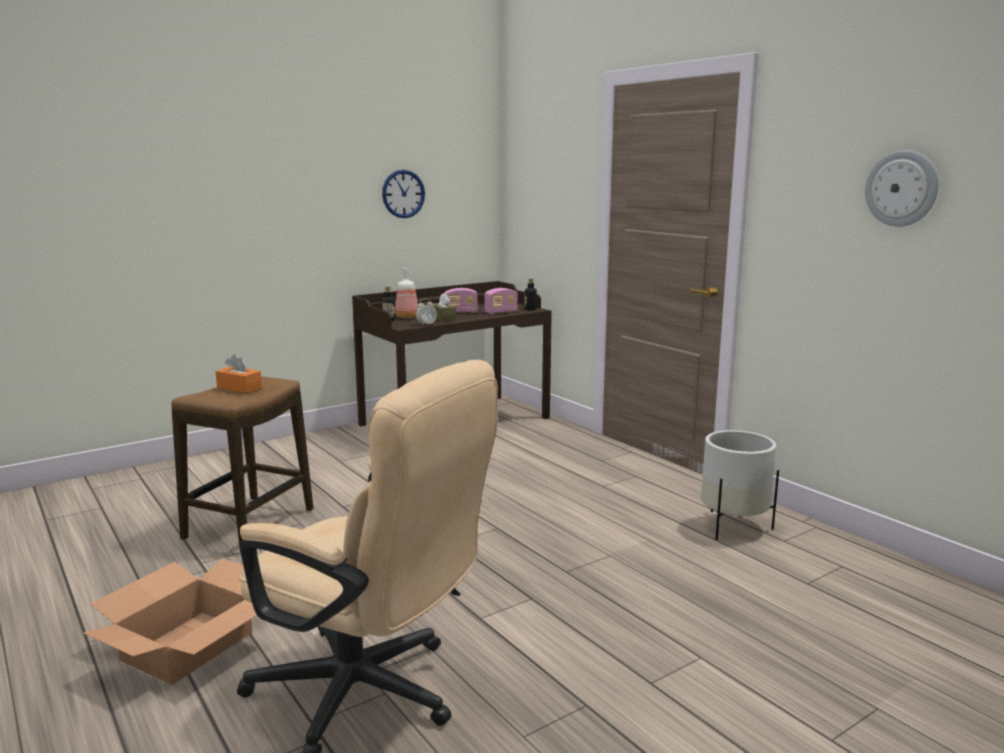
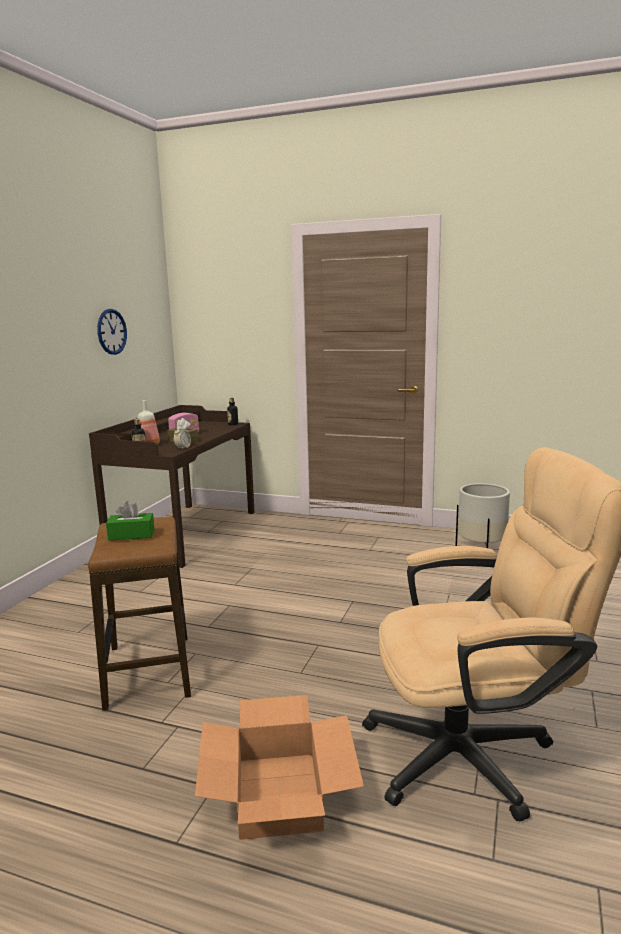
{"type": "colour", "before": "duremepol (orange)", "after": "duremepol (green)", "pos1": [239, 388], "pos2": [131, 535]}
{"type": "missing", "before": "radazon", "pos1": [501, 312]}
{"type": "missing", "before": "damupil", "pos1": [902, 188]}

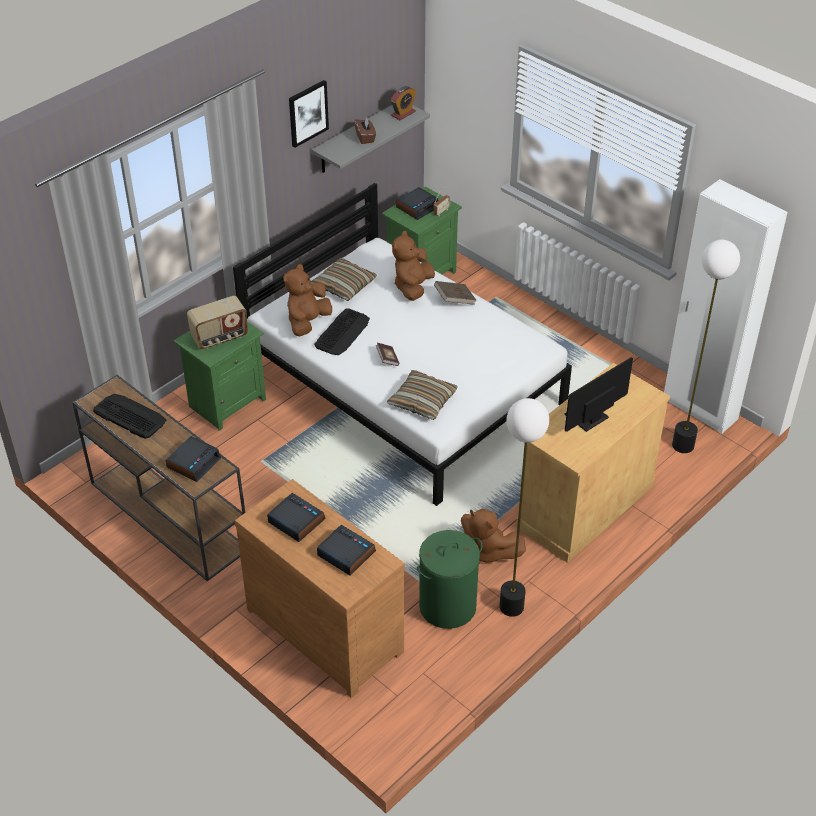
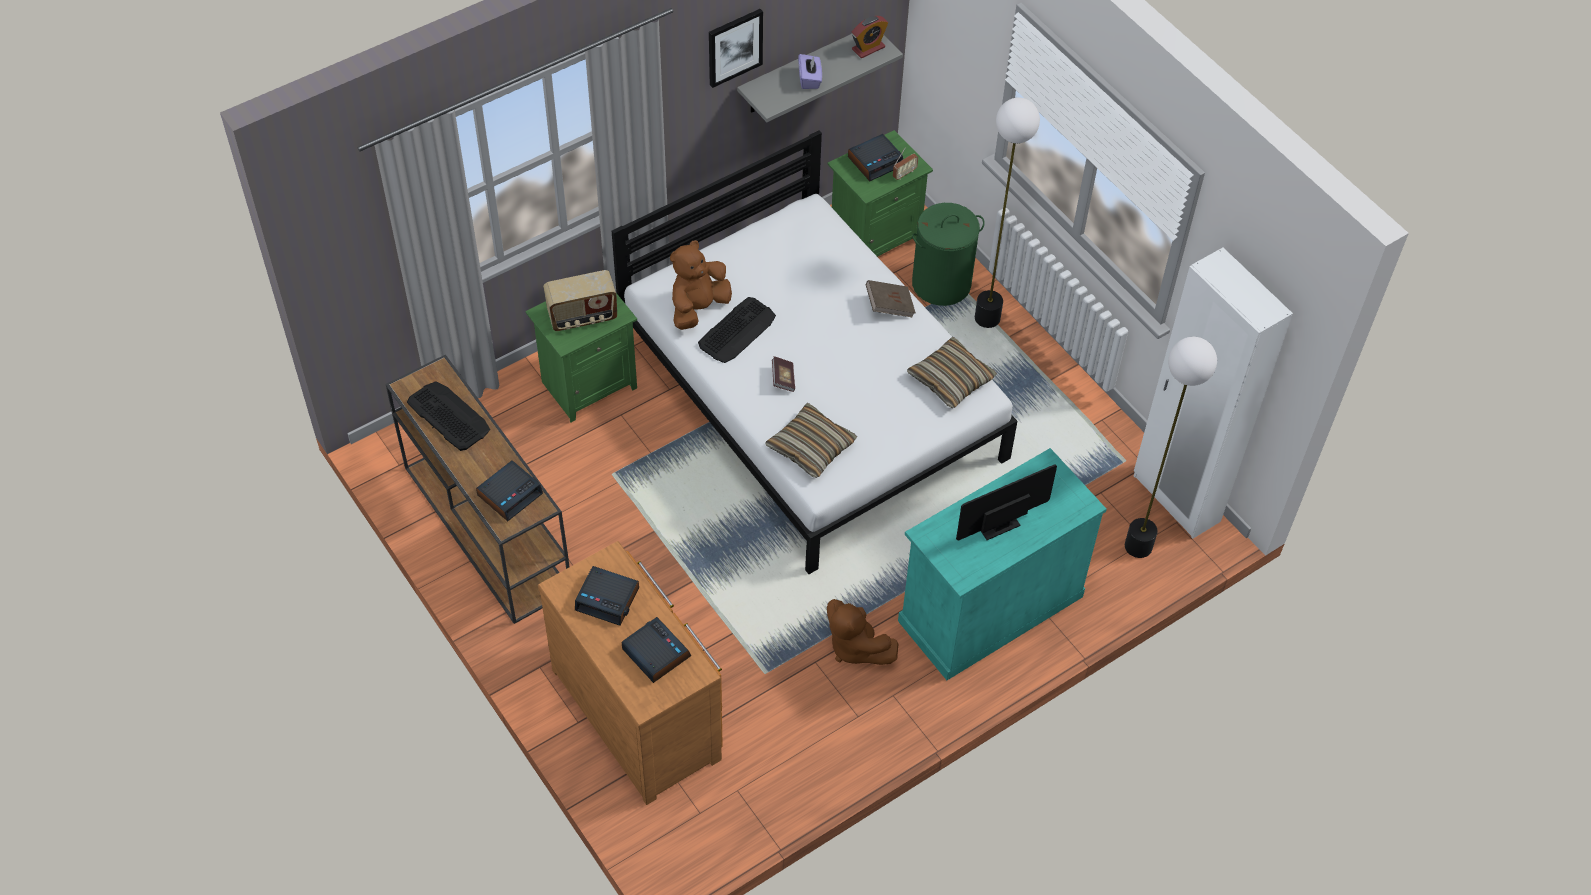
{"type": "spun", "before": "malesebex", "pos1": [295, 521], "pos2": [608, 599], "turn": 150}
{"type": "colour", "before": "duremepol (brown)", "after": "duremepol (purple)", "pos1": [365, 137], "pos2": [809, 79]}
{"type": "colour", "before": "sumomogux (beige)", "after": "sumomogux (turquoise)", "pos1": [584, 506], "pos2": [990, 608]}
{"type": "relocated", "before": "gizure", "pos1": [344, 286], "pos2": [951, 379]}
{"type": "relocated", "before": "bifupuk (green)", "pos1": [447, 606], "pos2": [941, 284]}
{"type": "relocated", "before": "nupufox", "pos1": [512, 606], "pos2": [988, 318]}
{"type": "missing", "before": "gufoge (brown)", "pos1": [413, 287]}

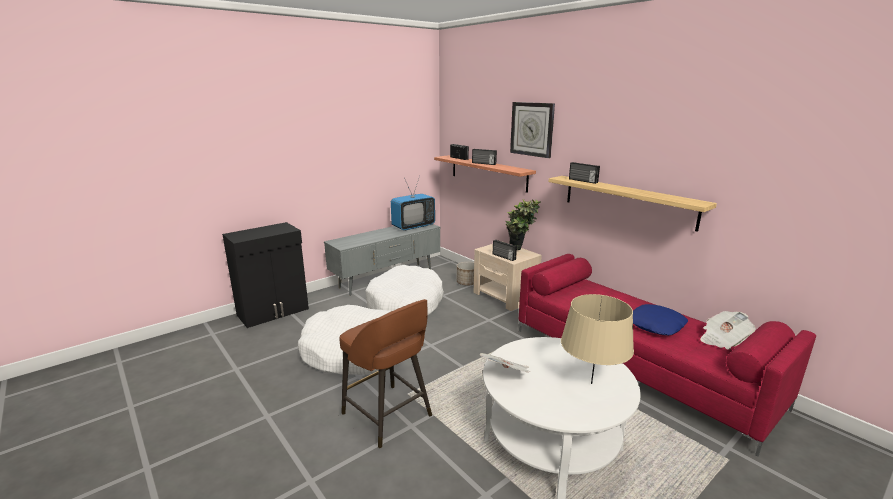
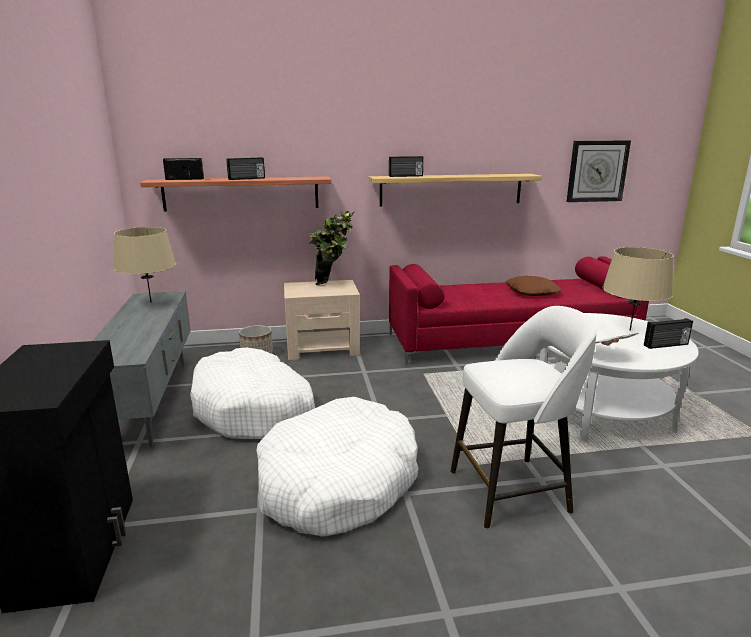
{"type": "exchanged", "before": "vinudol", "after": "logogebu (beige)", "pos1": [413, 226], "pos2": [150, 302]}
{"type": "colour", "before": "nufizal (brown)", "after": "nufizal (white)", "pos1": [388, 416], "pos2": [512, 490]}
{"type": "colour", "before": "gizure (blue)", "after": "gizure (brown)", "pos1": [656, 325], "pos2": [532, 292]}
{"type": "relocated", "before": "damupil", "pos1": [532, 129], "pos2": [597, 171]}
{"type": "relocated", "before": "radazon", "pos1": [503, 257], "pos2": [666, 345]}
{"type": "missing", "before": "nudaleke", "pos1": [723, 340]}

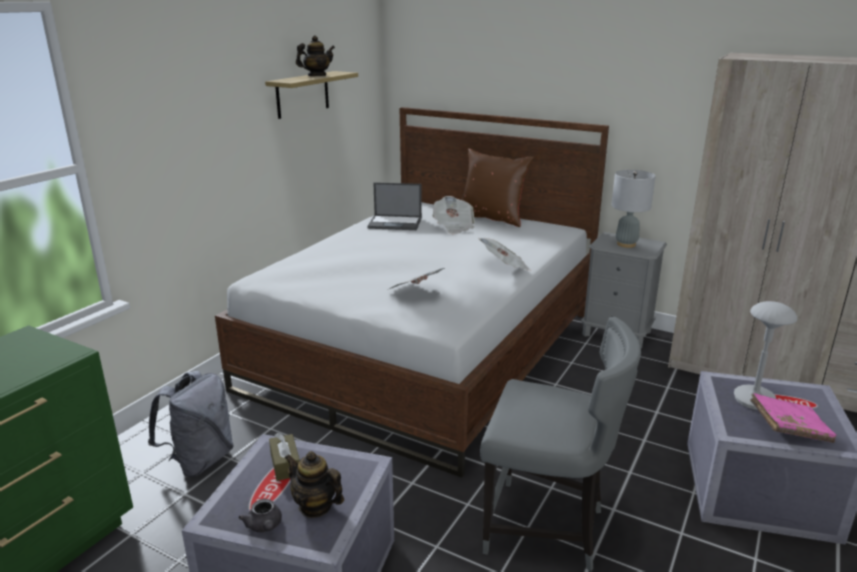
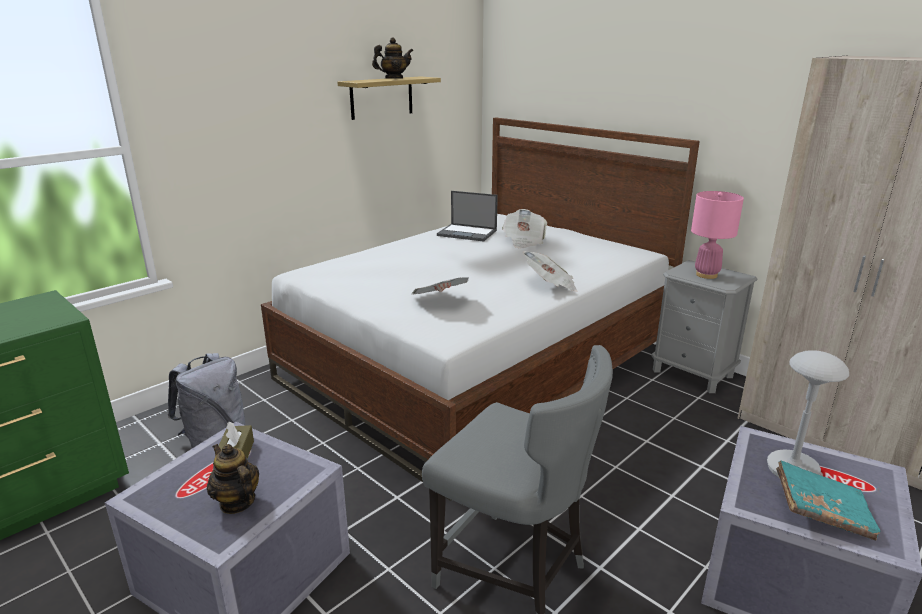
{"type": "colour", "before": "logogebu (grey)", "after": "logogebu (pink)", "pos1": [626, 244], "pos2": [706, 275]}
{"type": "colour", "before": "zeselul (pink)", "after": "zeselul (turquoise)", "pos1": [789, 428], "pos2": [821, 512]}
{"type": "missing", "before": "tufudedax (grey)", "pos1": [264, 527]}
{"type": "missing", "before": "gizure (brown)", "pos1": [491, 218]}

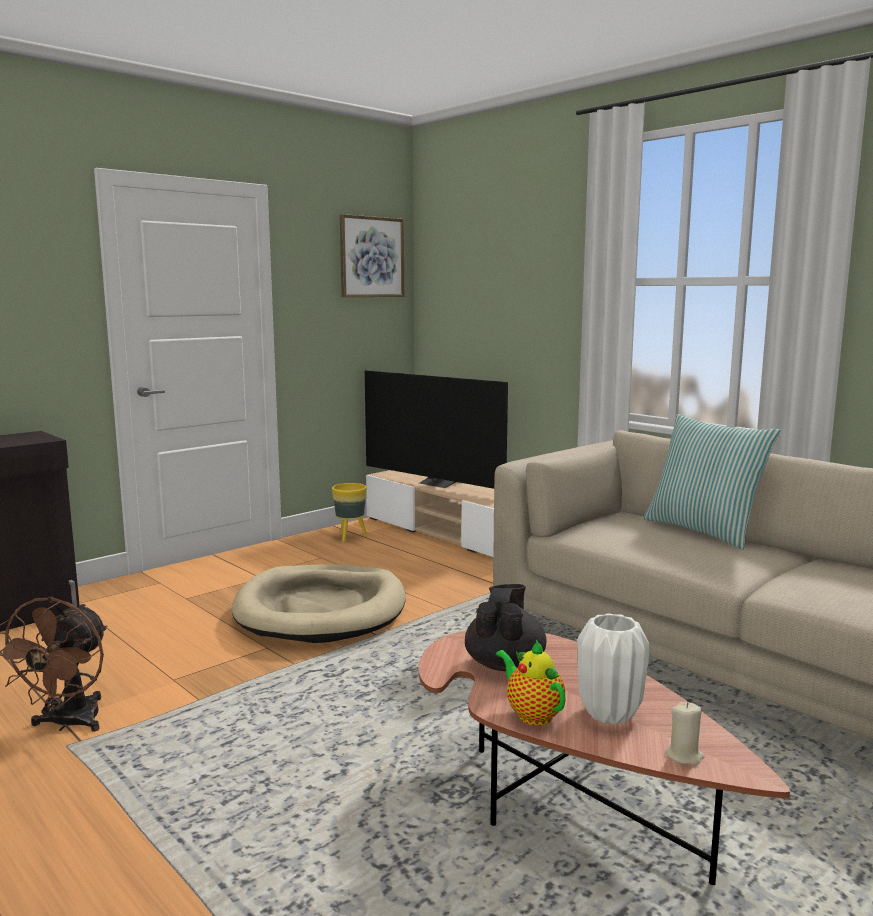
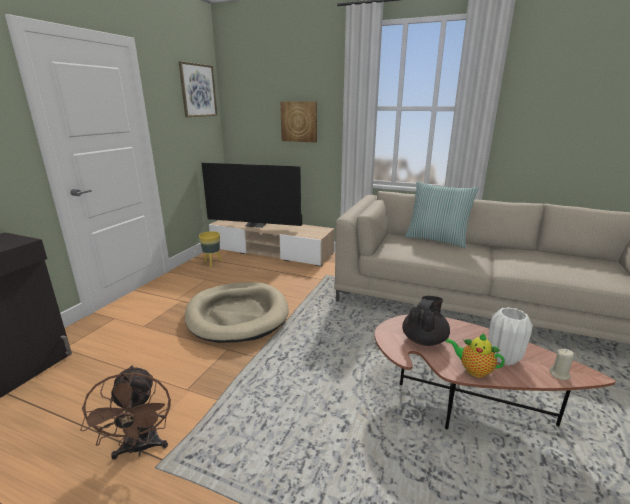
{"type": "appeared", "after": "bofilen", "pos2": [299, 121]}
{"type": "spun", "before": "tufudedax (black)", "pos1": [504, 663], "pos2": [424, 339], "turn": 45}

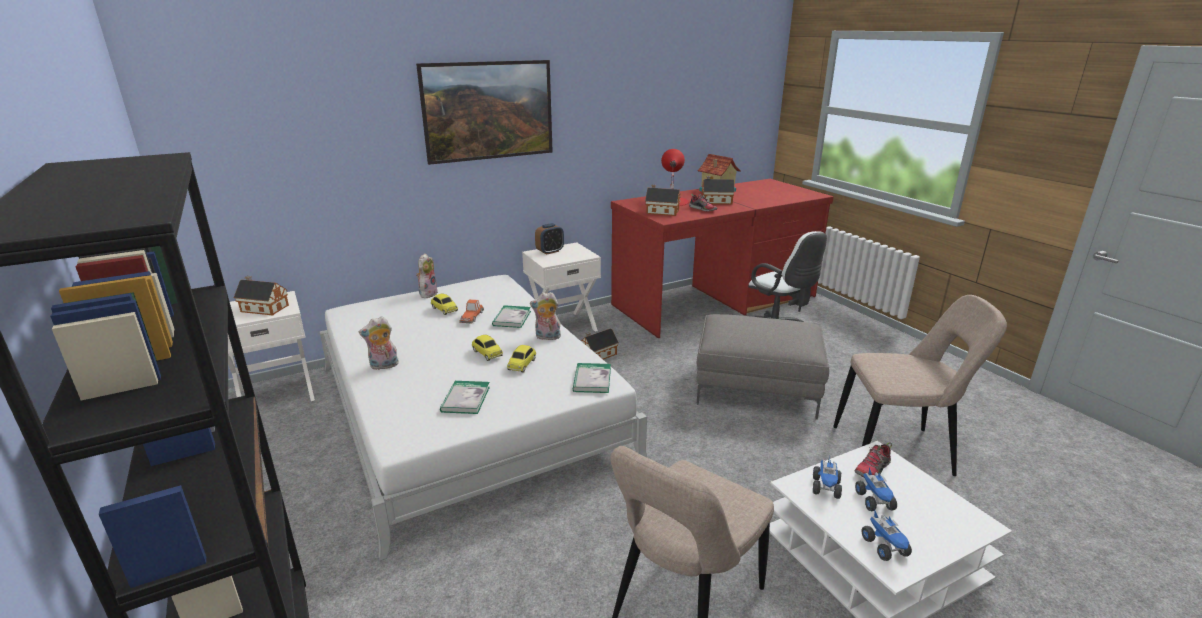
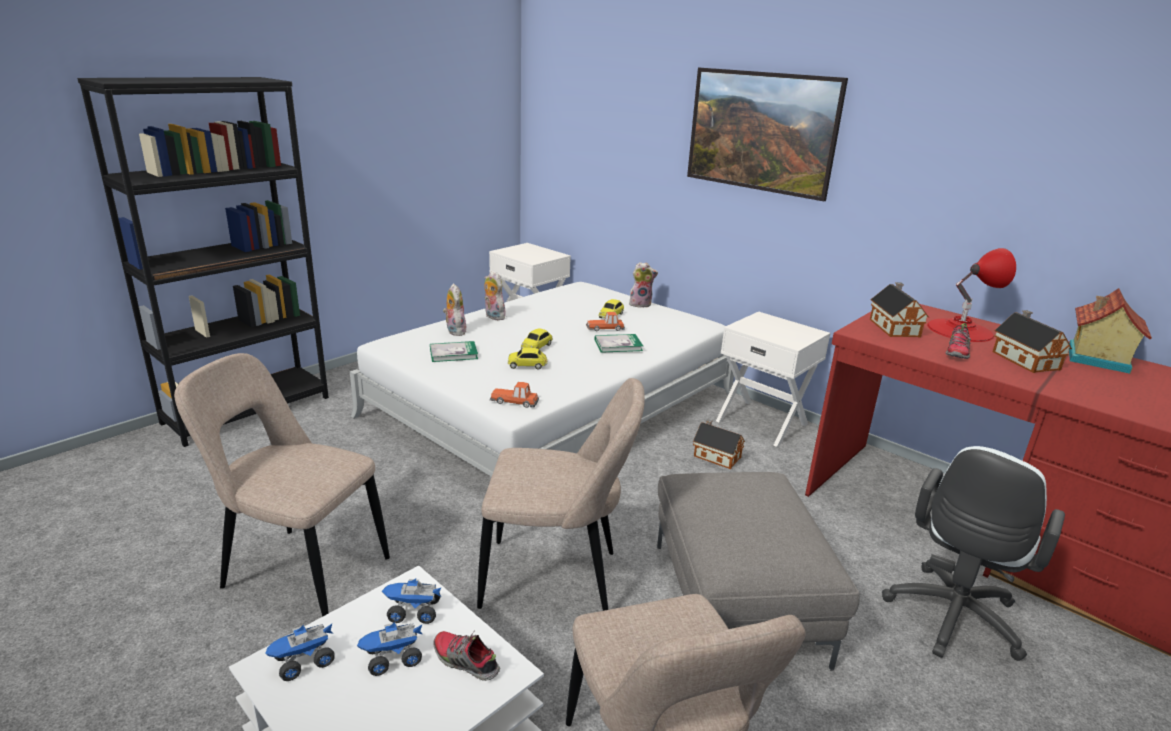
{"type": "relocated", "before": "gufoge", "pos1": [547, 337], "pos2": [454, 331]}
{"type": "appeared", "after": "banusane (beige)", "pos2": [557, 580]}
{"type": "exchanged", "before": "zeselul", "after": "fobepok", "pos1": [592, 380], "pos2": [515, 401]}
{"type": "missing", "before": "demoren", "pos1": [263, 308]}
{"type": "missing", "before": "malesebex", "pos1": [550, 251]}

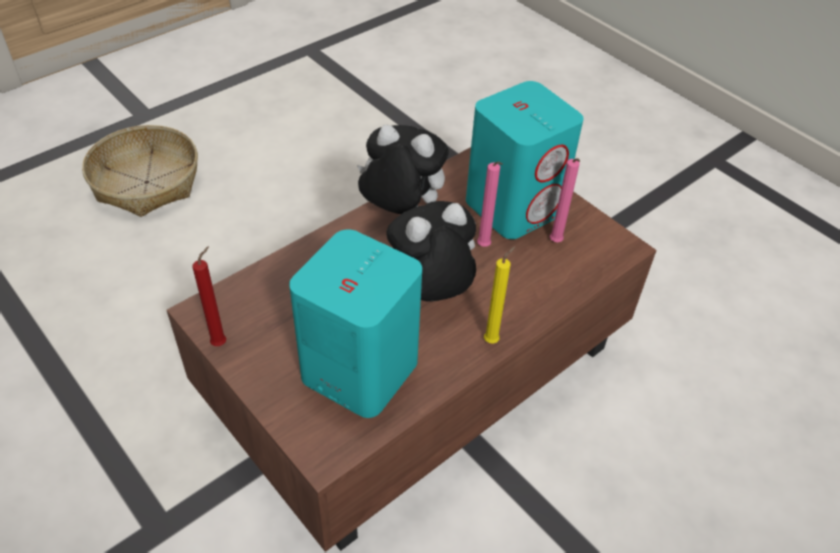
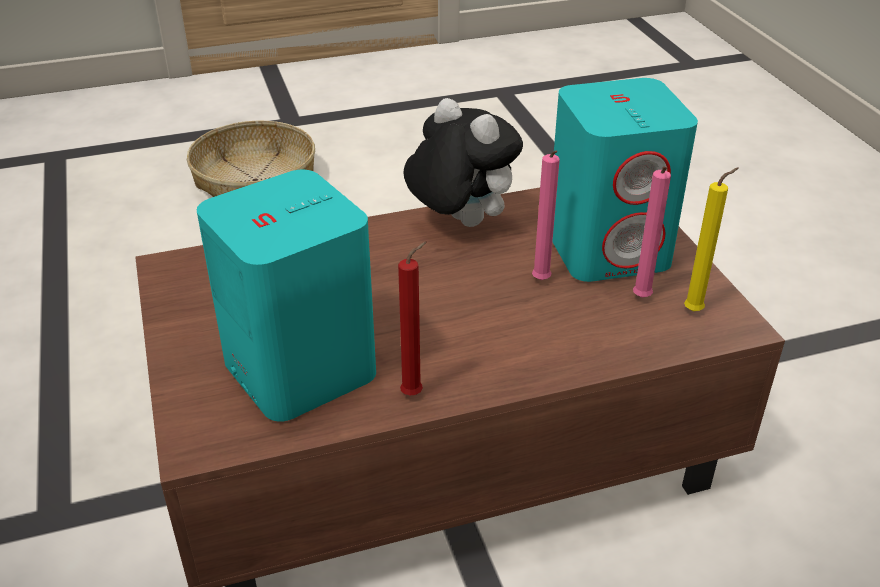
{"type": "relocated", "before": "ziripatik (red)", "pos1": [221, 342], "pos2": [415, 393]}
{"type": "relocated", "before": "ziripatik (yellow)", "pos1": [493, 340], "pos2": [696, 310]}
{"type": "missing", "before": "gufoge", "pos1": [429, 293]}

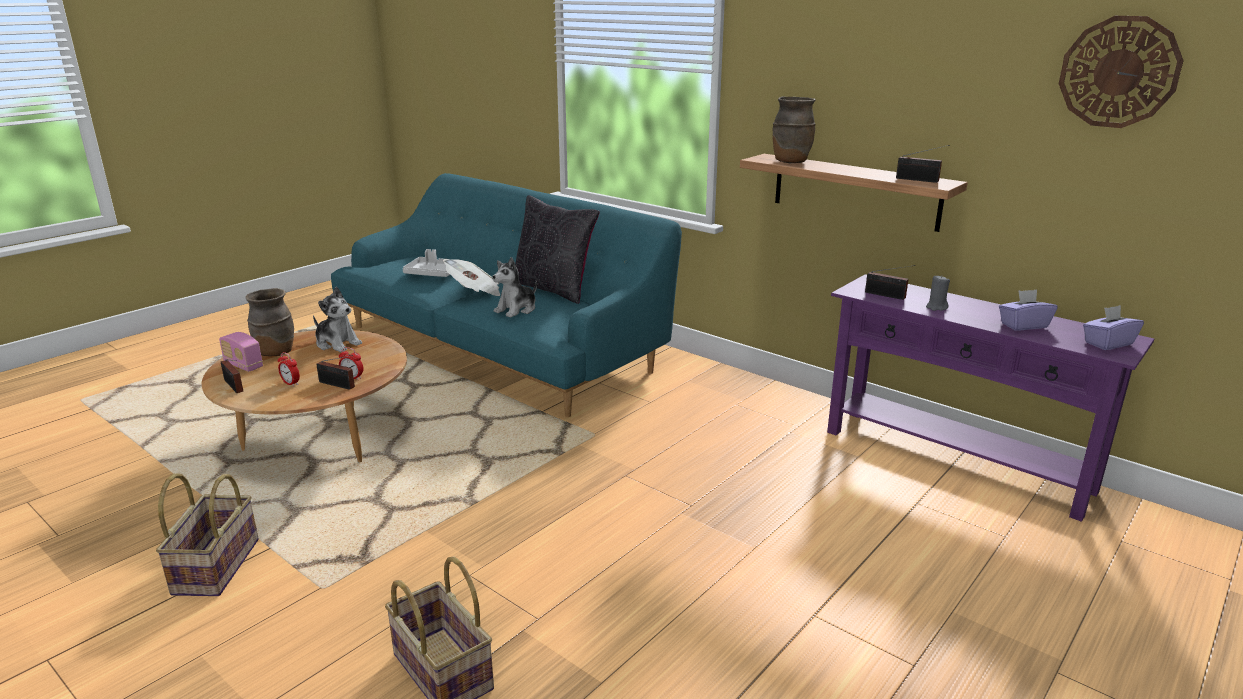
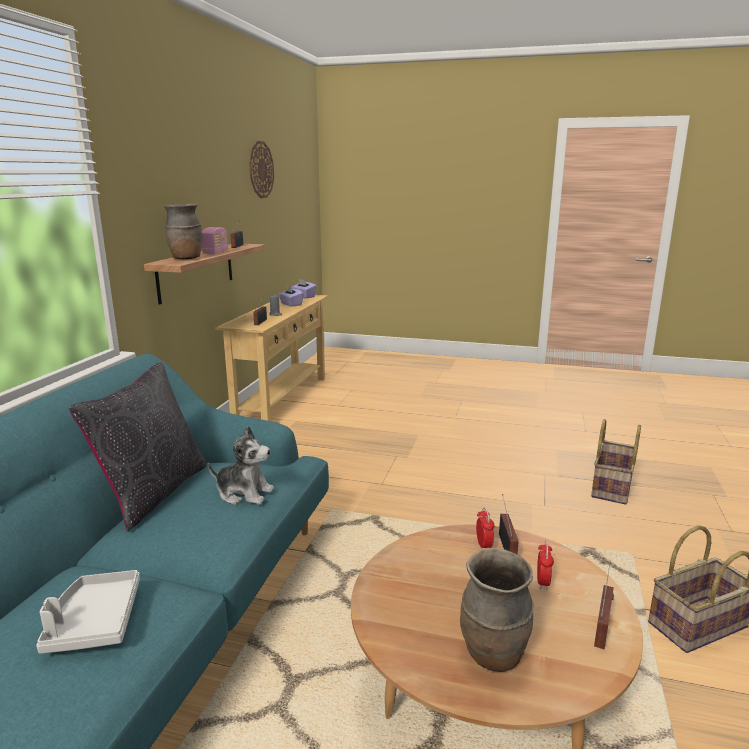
{"type": "relocated", "before": "radazon", "pos1": [243, 365], "pos2": [215, 252]}
{"type": "colour", "before": "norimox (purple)", "after": "norimox (beige)", "pos1": [955, 460], "pos2": [282, 400]}
{"type": "missing", "before": "gufoge", "pos1": [337, 343]}
{"type": "missing", "before": "nudaleke", "pos1": [474, 292]}

